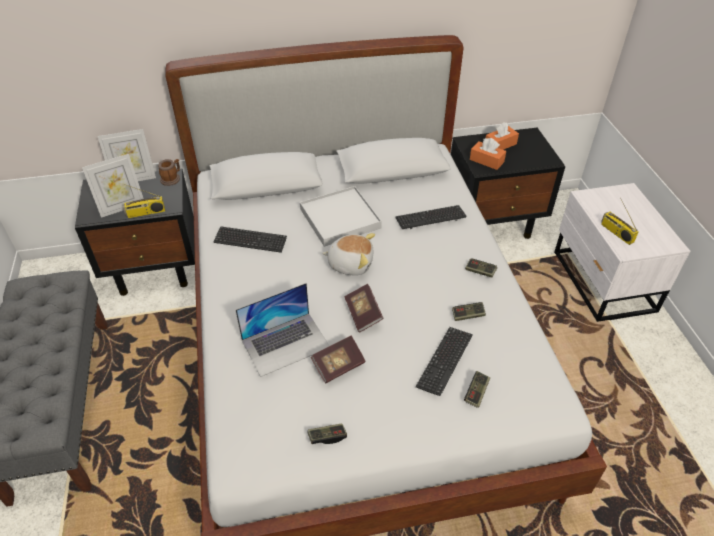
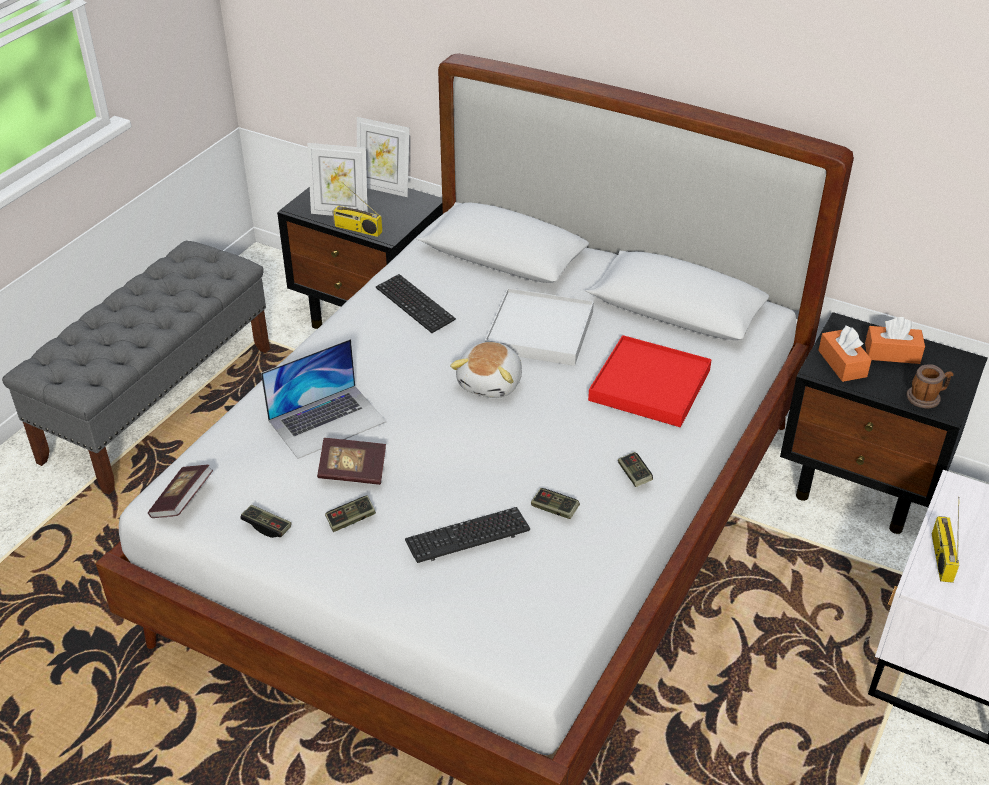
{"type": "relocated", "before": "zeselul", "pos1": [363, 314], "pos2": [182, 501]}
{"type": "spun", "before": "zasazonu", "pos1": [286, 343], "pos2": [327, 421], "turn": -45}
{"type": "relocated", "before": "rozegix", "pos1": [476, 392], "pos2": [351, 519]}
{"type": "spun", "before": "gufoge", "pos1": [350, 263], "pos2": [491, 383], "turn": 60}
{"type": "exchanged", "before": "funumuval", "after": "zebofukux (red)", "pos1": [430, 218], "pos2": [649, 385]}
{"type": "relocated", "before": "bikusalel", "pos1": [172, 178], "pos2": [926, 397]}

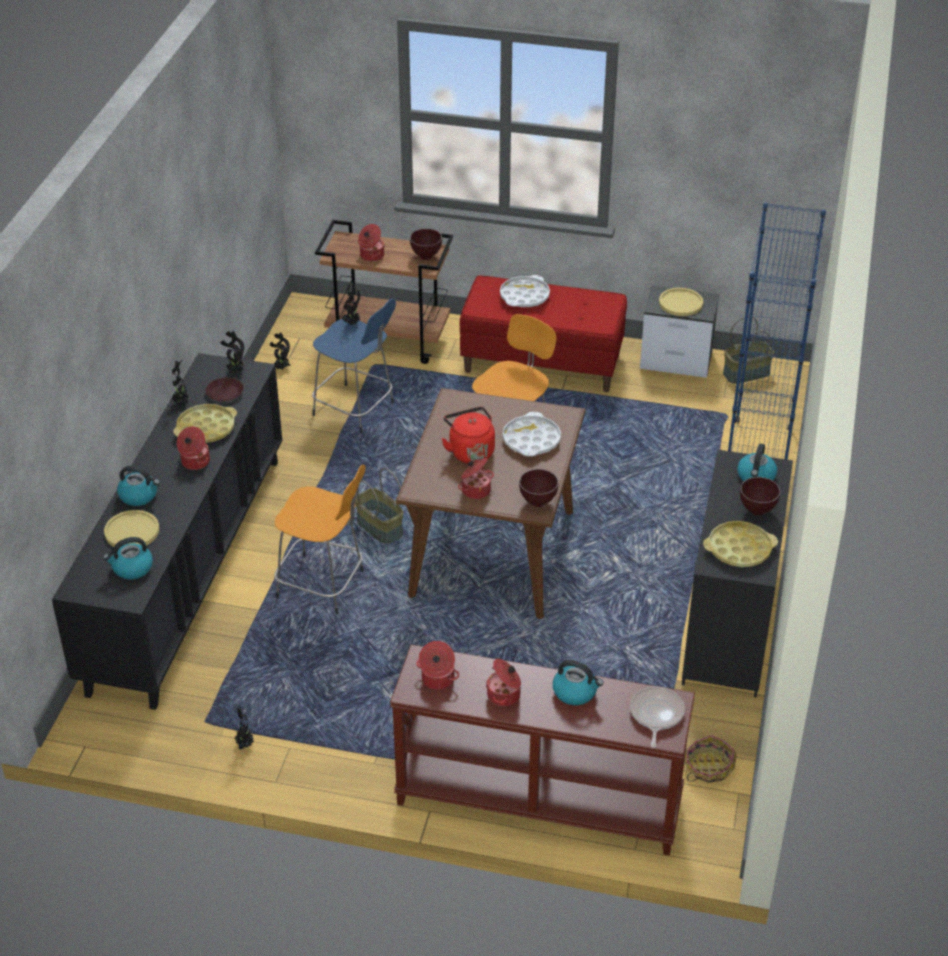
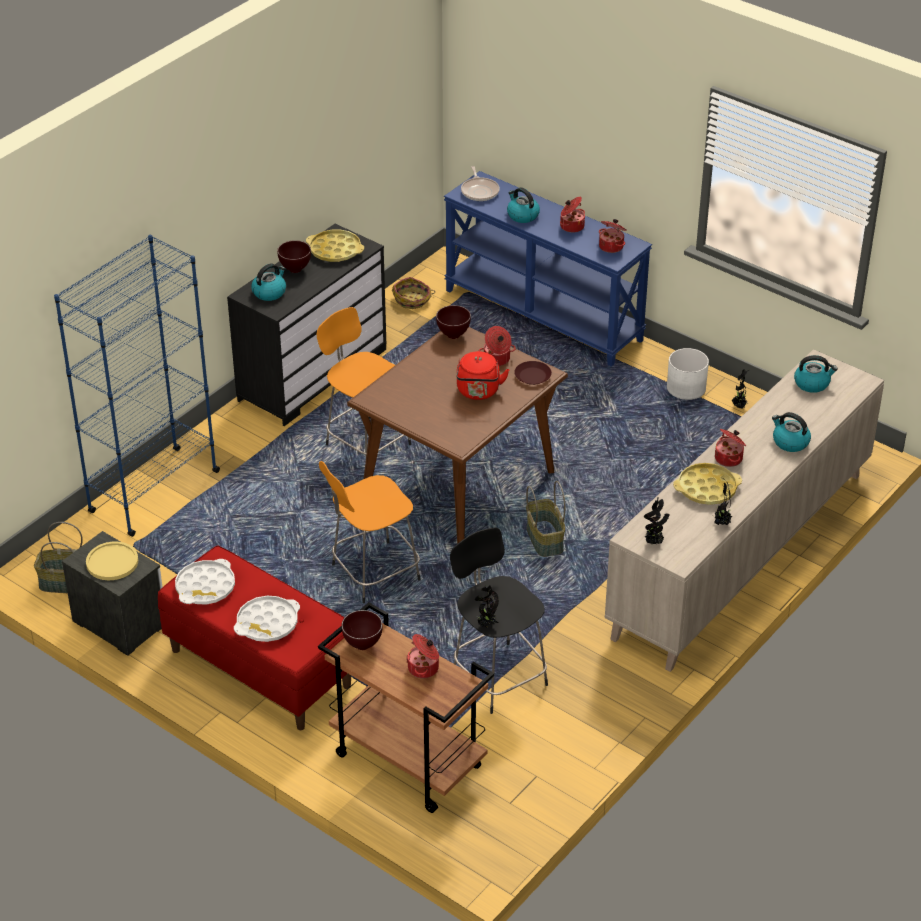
{"type": "relocated", "before": "zebofukux (white)", "pos1": [531, 440], "pos2": [205, 587]}
{"type": "relocated", "before": "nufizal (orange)", "pos1": [323, 586], "pos2": [366, 443]}
{"type": "colour", "before": "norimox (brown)", "after": "norimox (blue)", "pos1": [537, 802], "pos2": [544, 315]}
{"type": "colour", "before": "nufizal (blue)", "after": "nufizal (black)", "pos1": [356, 410], "pos2": [498, 676]}
{"type": "spun", "before": "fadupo", "pos1": [656, 715], "pos2": [480, 191], "turn": -45}
{"type": "relocated", "before": "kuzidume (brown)", "pos1": [225, 392], "pos2": [532, 376]}
{"type": "colour", "before": "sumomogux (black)", "after": "sumomogux (beige)", "pos1": [187, 571], "pos2": [741, 554]}
{"type": "appeared", "after": "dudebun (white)", "pos2": [686, 388]}
{"type": "missing", "before": "kuzidume (yellow)", "pos1": [132, 531]}
{"type": "missing", "before": "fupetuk", "pos1": [281, 368]}

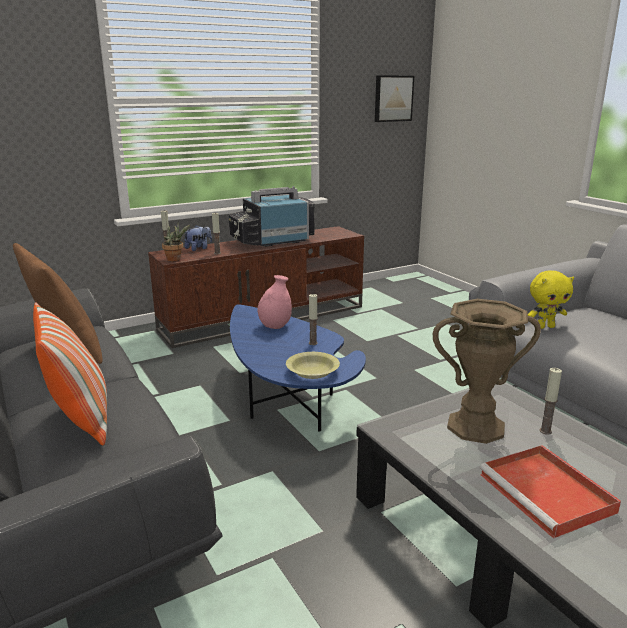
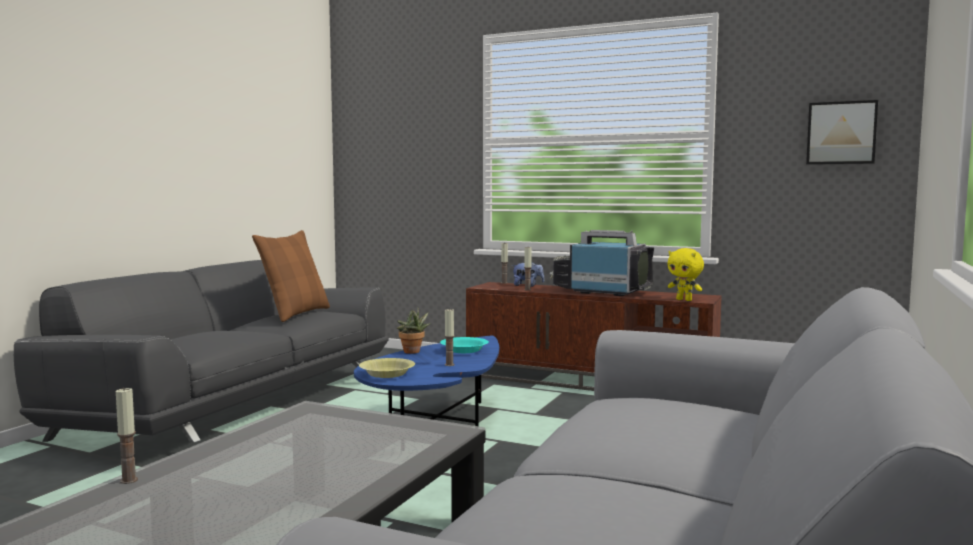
{"type": "relocated", "before": "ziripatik", "pos1": [545, 431], "pos2": [129, 480]}
{"type": "relocated", "before": "fupetuk", "pos1": [176, 259], "pos2": [413, 352]}
{"type": "exchanged", "before": "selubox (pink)", "after": "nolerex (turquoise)", "pos1": [275, 326], "pos2": [464, 351]}
{"type": "relocated", "before": "gufoge (yellow)", "pos1": [545, 327], "pos2": [684, 300]}
{"type": "missing", "before": "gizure", "pos1": [80, 419]}
{"type": "missing", "before": "selubox (brown)", "pos1": [475, 427]}
{"type": "missing", "before": "zebofukux (red)", "pos1": [548, 494]}

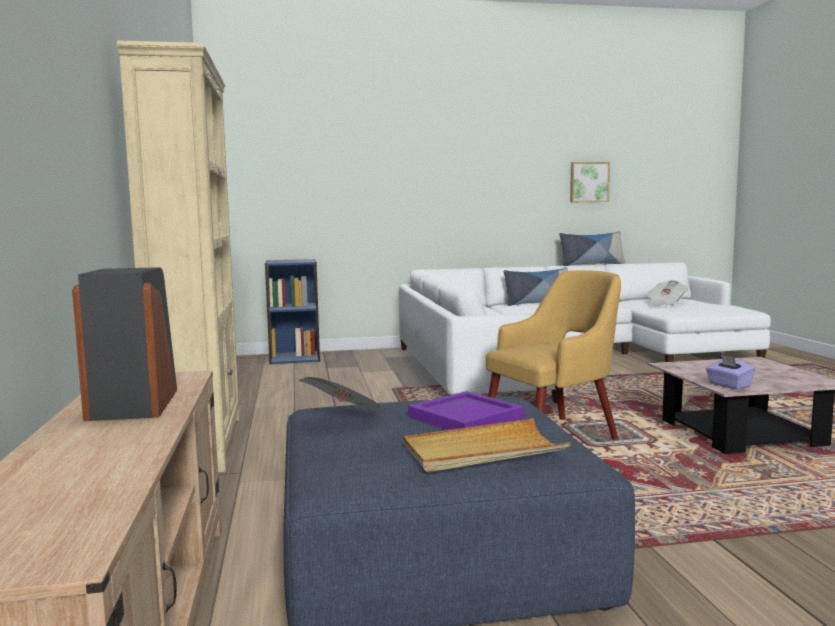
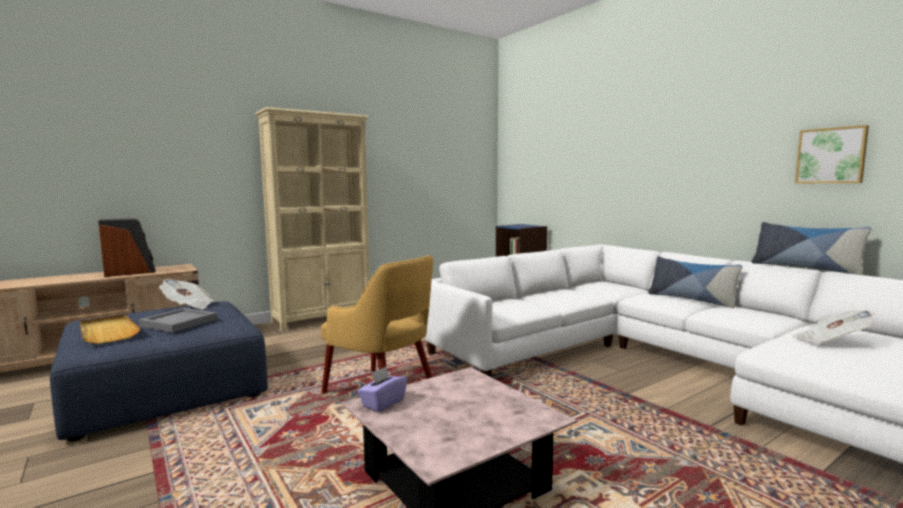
{"type": "colour", "before": "zebofukux (purple)", "after": "zebofukux (grey)", "pos1": [467, 417], "pos2": [179, 323]}

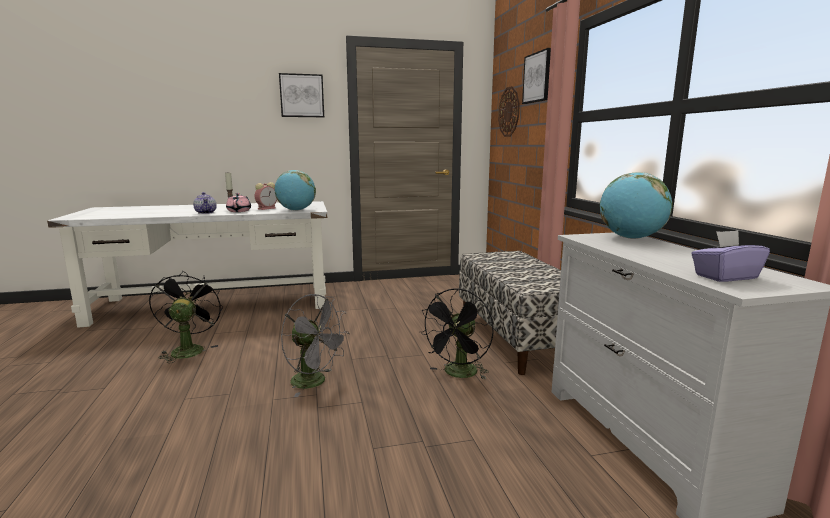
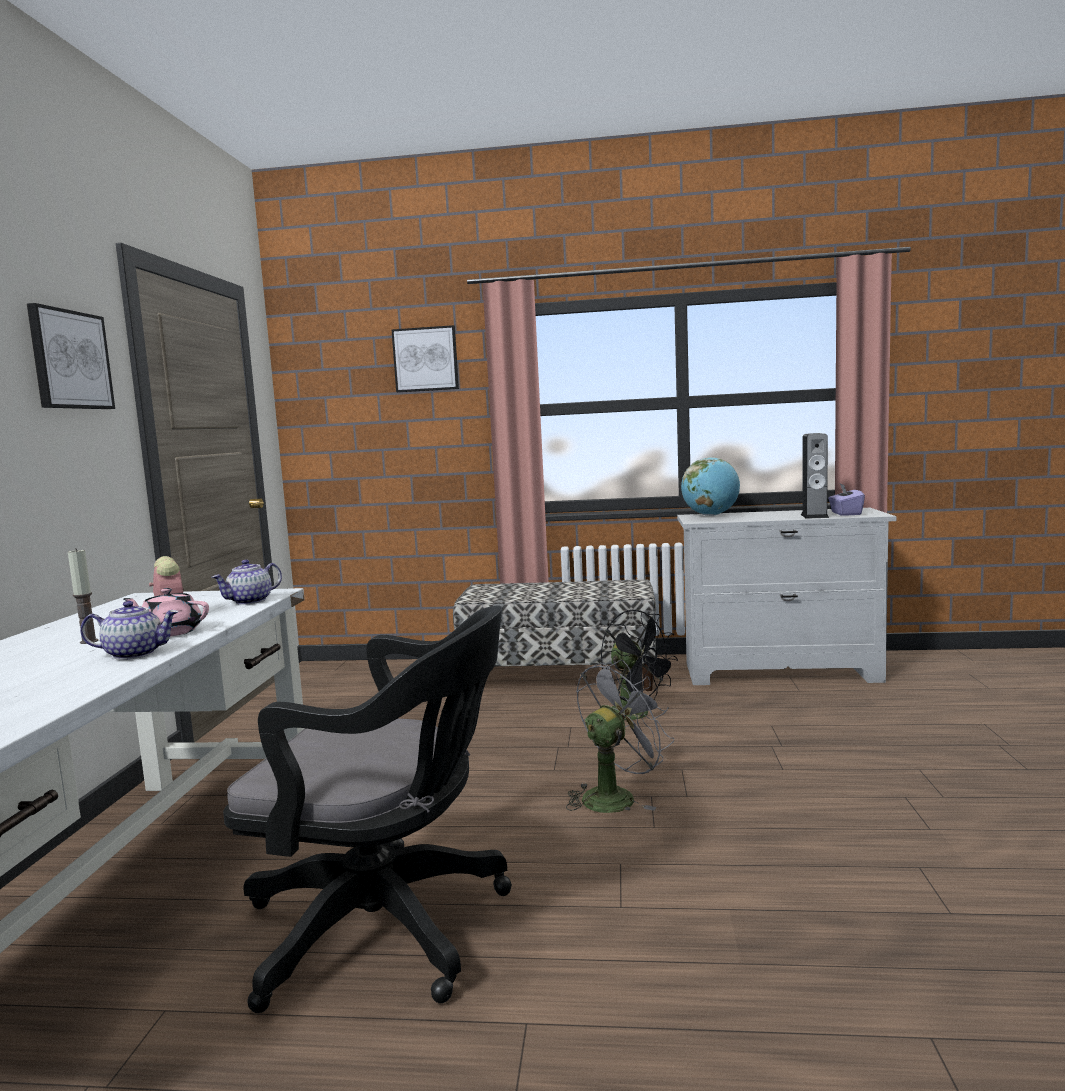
{"type": "exchanged", "before": "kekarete", "after": "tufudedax", "pos1": [296, 210], "pos2": [250, 601]}
{"type": "exchanged", "before": "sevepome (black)", "after": "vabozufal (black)", "pos1": [188, 349], "pos2": [390, 927]}
{"type": "appeared", "after": "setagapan", "pos2": [814, 516]}
{"type": "missing", "before": "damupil", "pos1": [509, 112]}

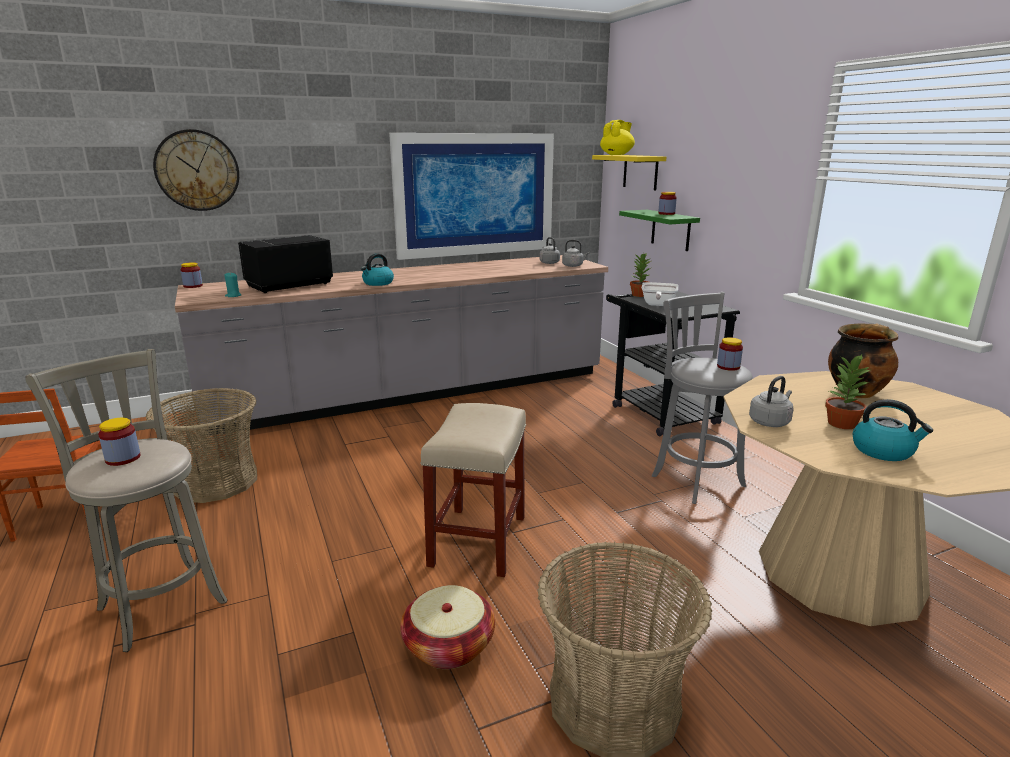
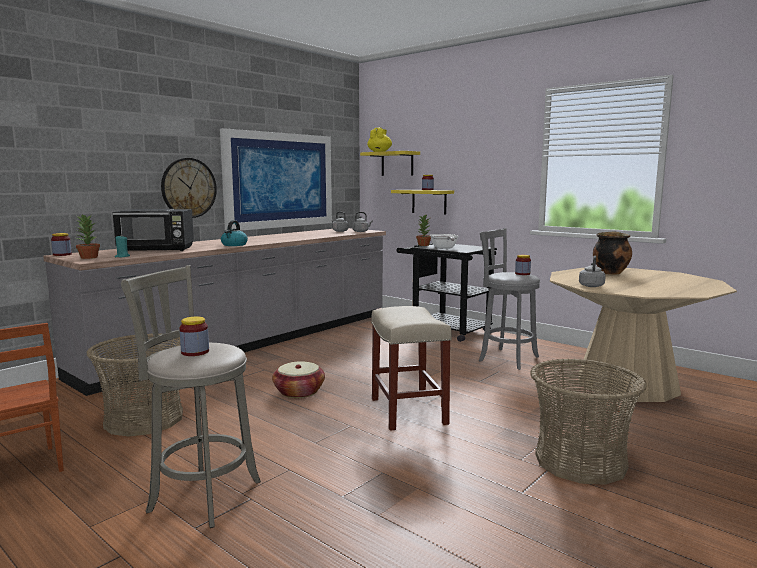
{"type": "relocated", "before": "fupetuk", "pos1": [841, 424], "pos2": [88, 257]}
{"type": "spun", "before": "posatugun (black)", "pos1": [288, 285], "pos2": [157, 250], "turn": -120}
{"type": "relocated", "before": "damupil", "pos1": [197, 170], "pos2": [188, 188]}
{"type": "relocated", "before": "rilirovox", "pos1": [449, 645], "pos2": [299, 392]}
{"type": "colour", "before": "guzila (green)", "after": "guzila (yellow)", "pos1": [670, 230], "pos2": [429, 201]}
{"type": "missing", "before": "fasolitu", "pos1": [883, 451]}

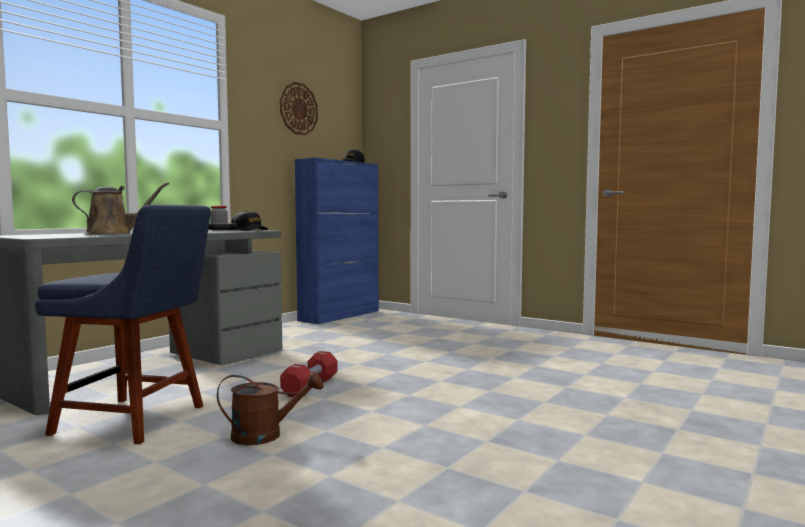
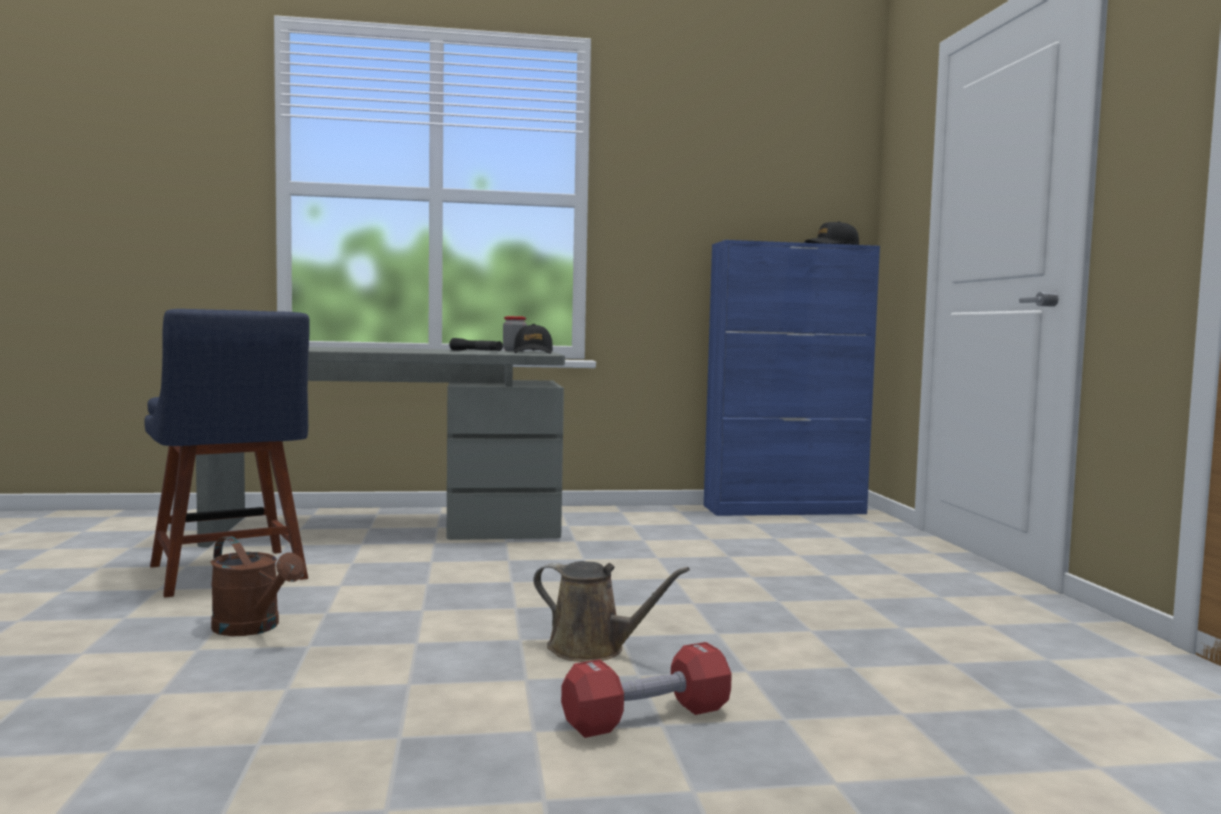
{"type": "relocated", "before": "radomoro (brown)", "pos1": [114, 233], "pos2": [593, 649]}
{"type": "relocated", "before": "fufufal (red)", "pos1": [310, 387], "pos2": [647, 718]}
{"type": "missing", "before": "damupil", "pos1": [298, 109]}

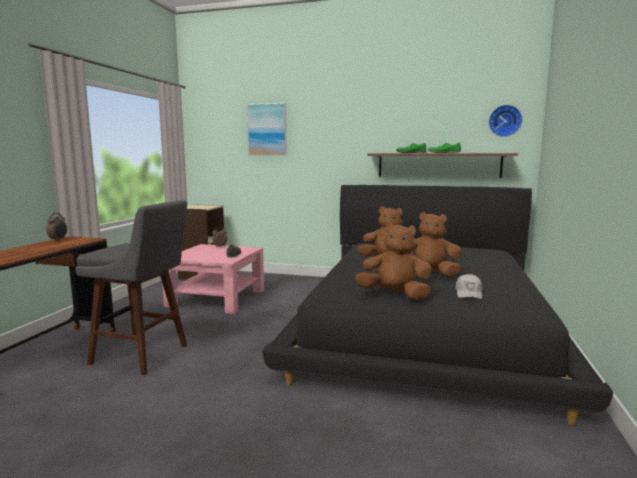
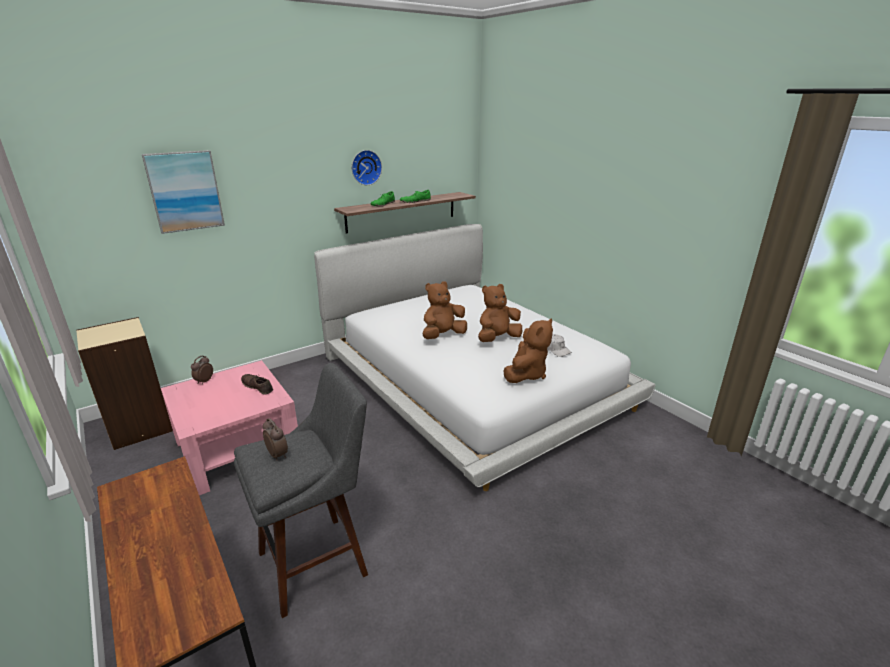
{"type": "relocated", "before": "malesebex", "pos1": [58, 240], "pos2": [278, 455]}
{"type": "colour", "before": "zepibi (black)", "after": "zepibi (white)", "pos1": [424, 326], "pos2": [471, 379]}
{"type": "relocated", "before": "damupil", "pos1": [504, 121], "pos2": [365, 167]}
{"type": "spun", "before": "gufoge (brown)", "pos1": [394, 295], "pos2": [526, 374], "turn": 150}

